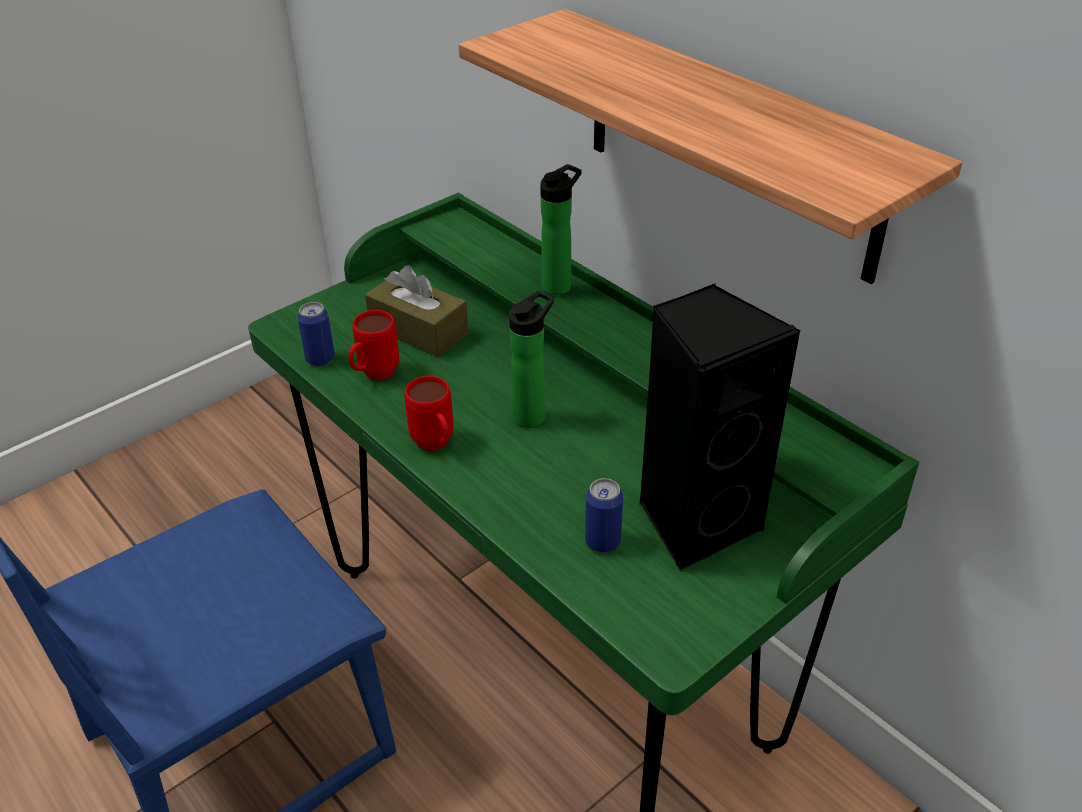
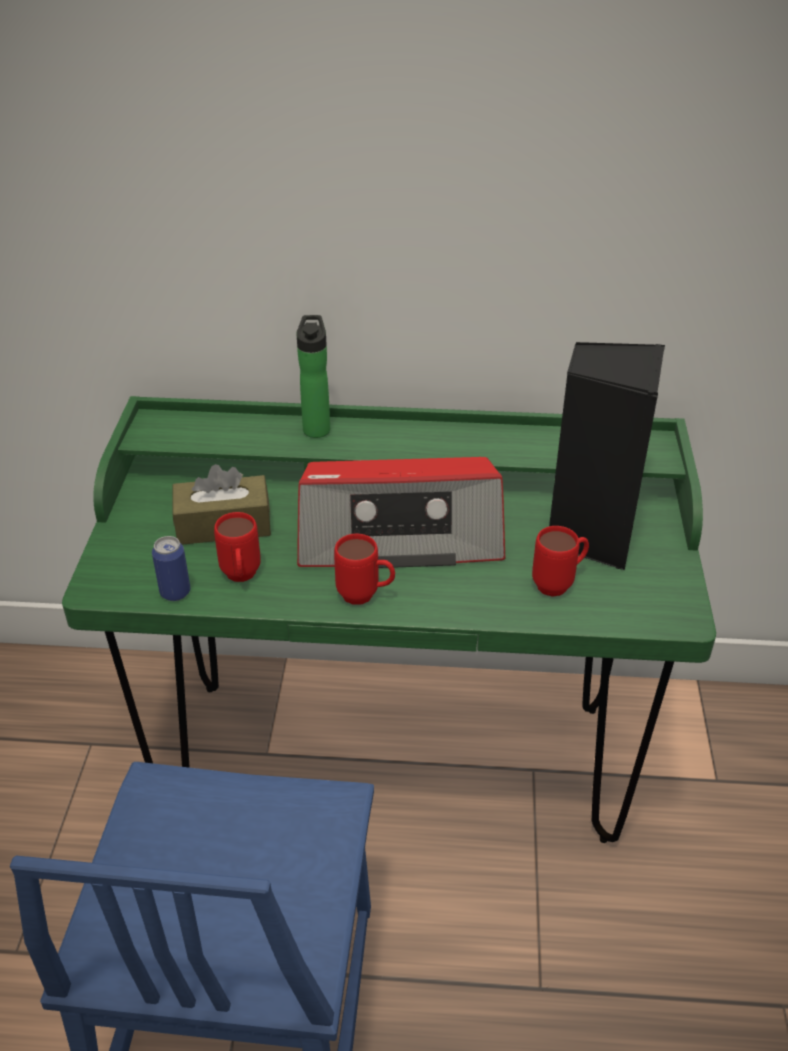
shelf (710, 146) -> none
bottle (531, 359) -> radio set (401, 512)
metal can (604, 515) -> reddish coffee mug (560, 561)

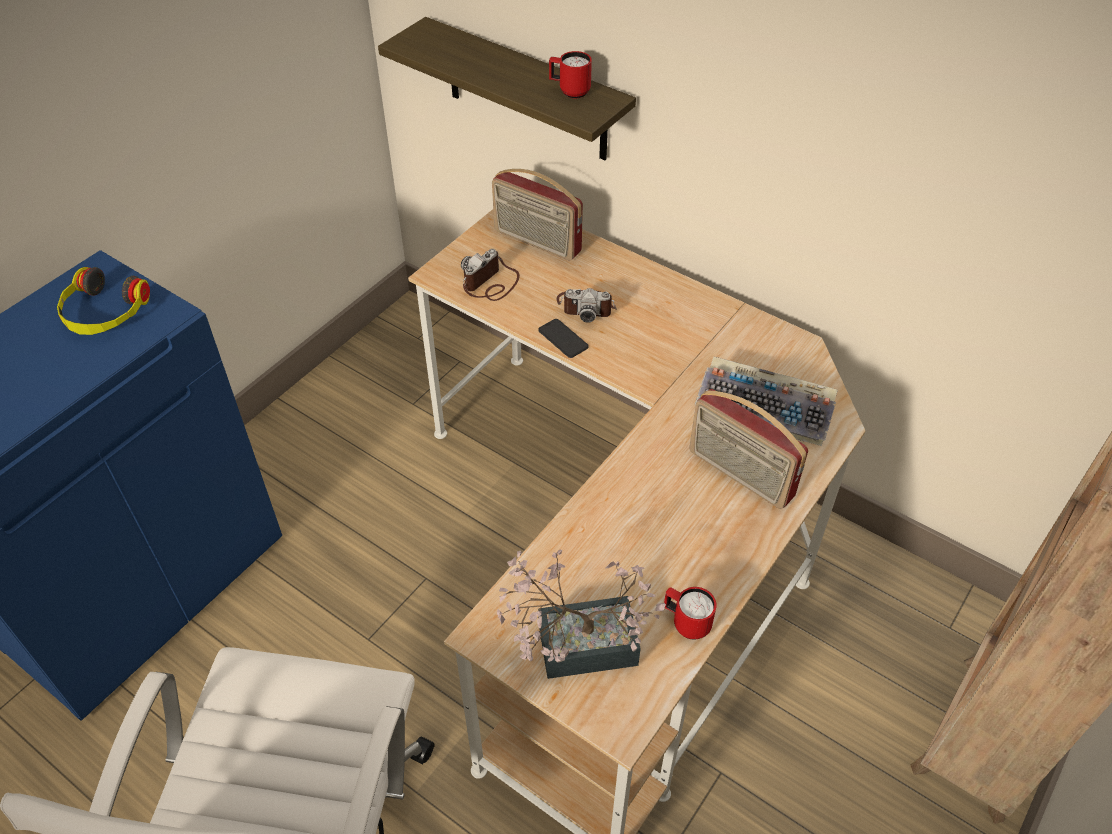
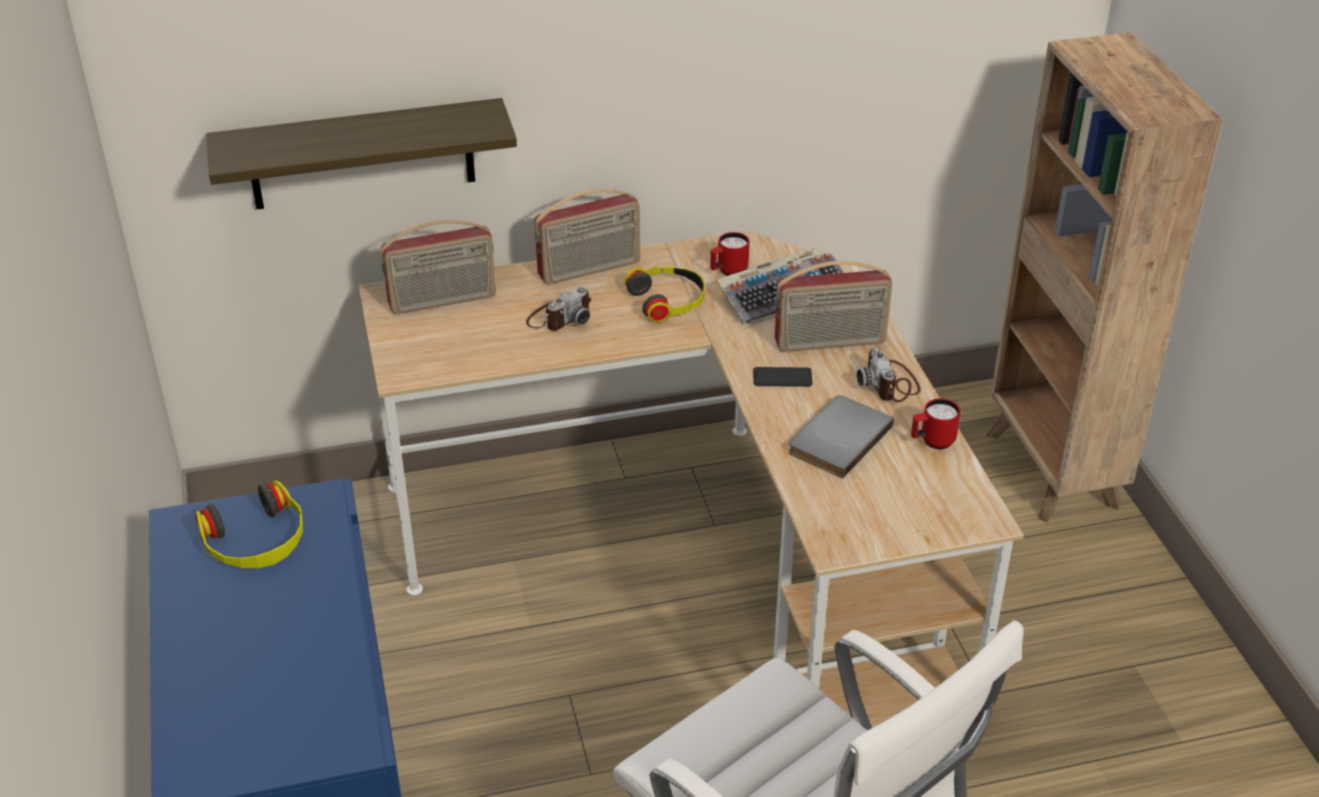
photo camera (490, 275) -> photo camera (889, 374), moved
potted plant (581, 614) -> none
telephone (563, 338) -> telephone (782, 377), moved
reddish coffee mug (570, 74) -> reddish coffee mug (729, 254), moved
none -> radio set (587, 237)
none -> pair of headphones (665, 295)
none -> grey volume (841, 437)

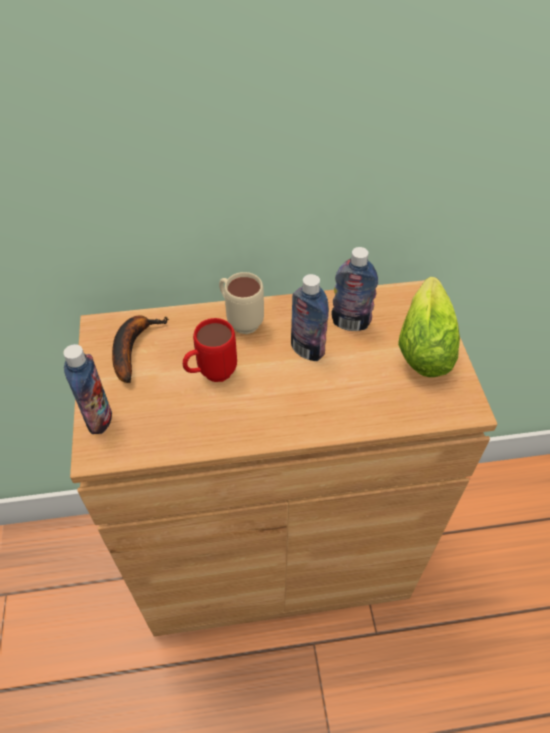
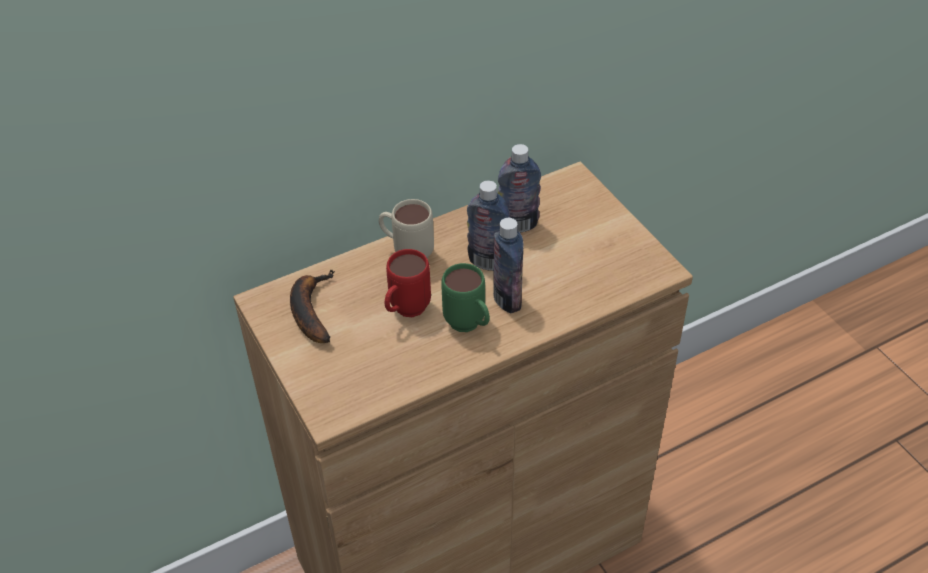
bottle (87, 389) -> bottle (508, 265), moved
head of lettuce (429, 327) -> none
none -> green-coloured coffee mug (465, 297)

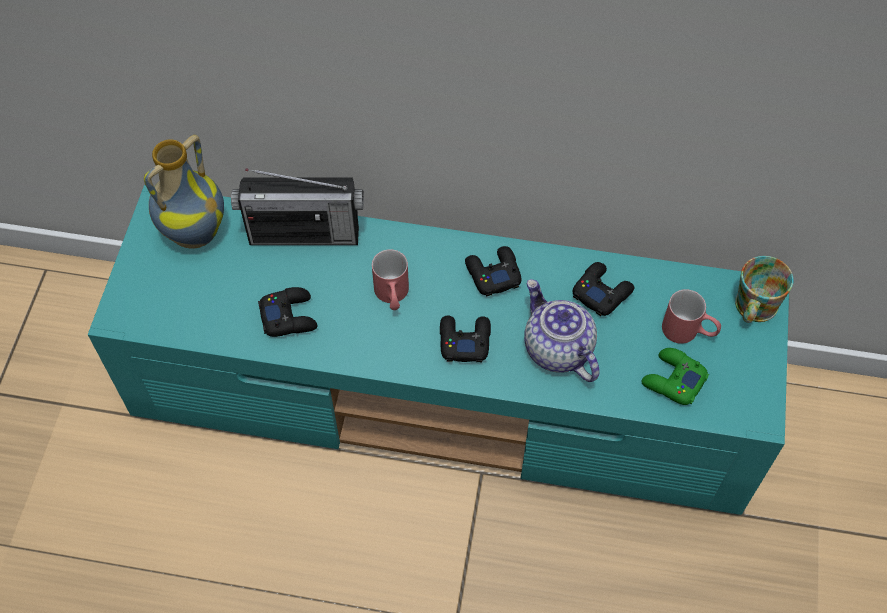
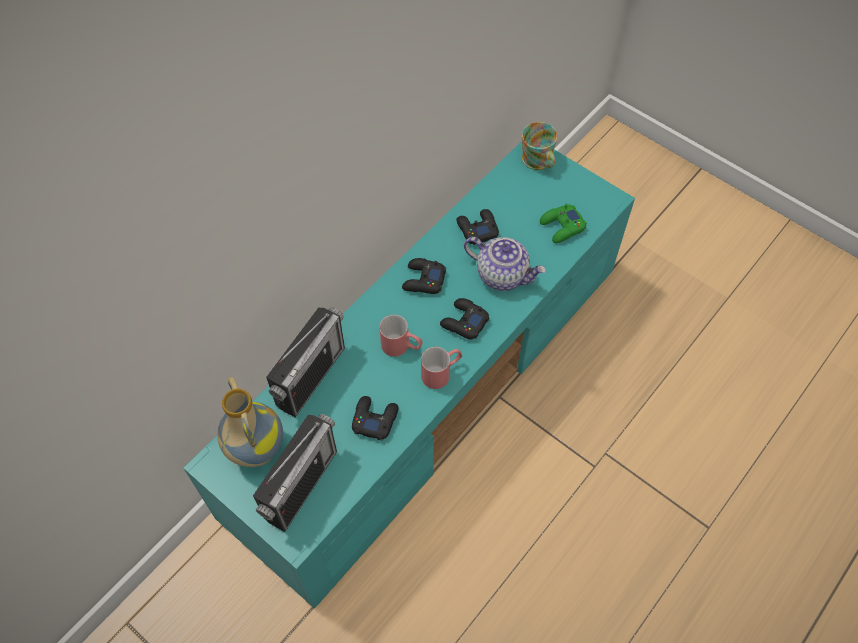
pot for tea (561, 330) -> pot for tea (505, 264), 150 degrees counterclockwise
reddish coffee mug (691, 316) -> reddish coffee mug (441, 368), moved
none -> radio set (295, 473)

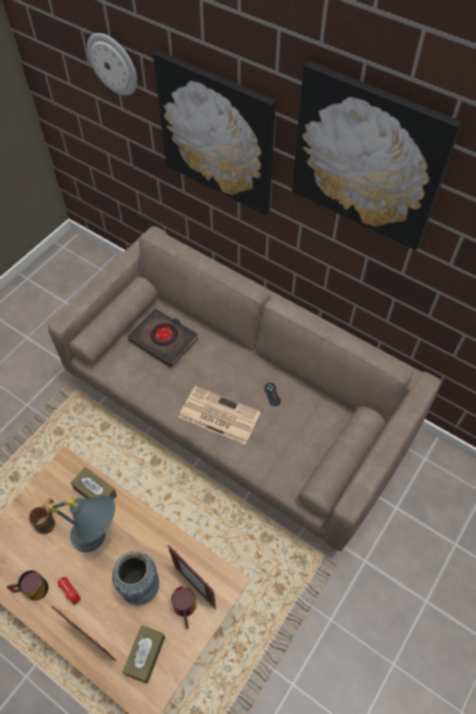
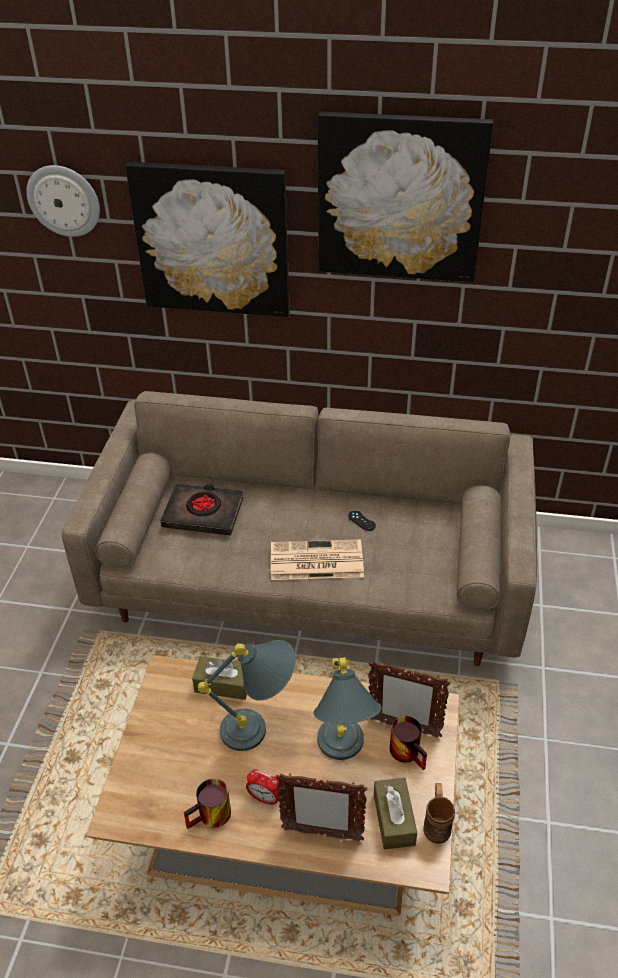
brown coffee mug (42, 516) -> brown coffee mug (439, 813), moved
flower vase (135, 578) -> grey tabletop lamp (347, 708)

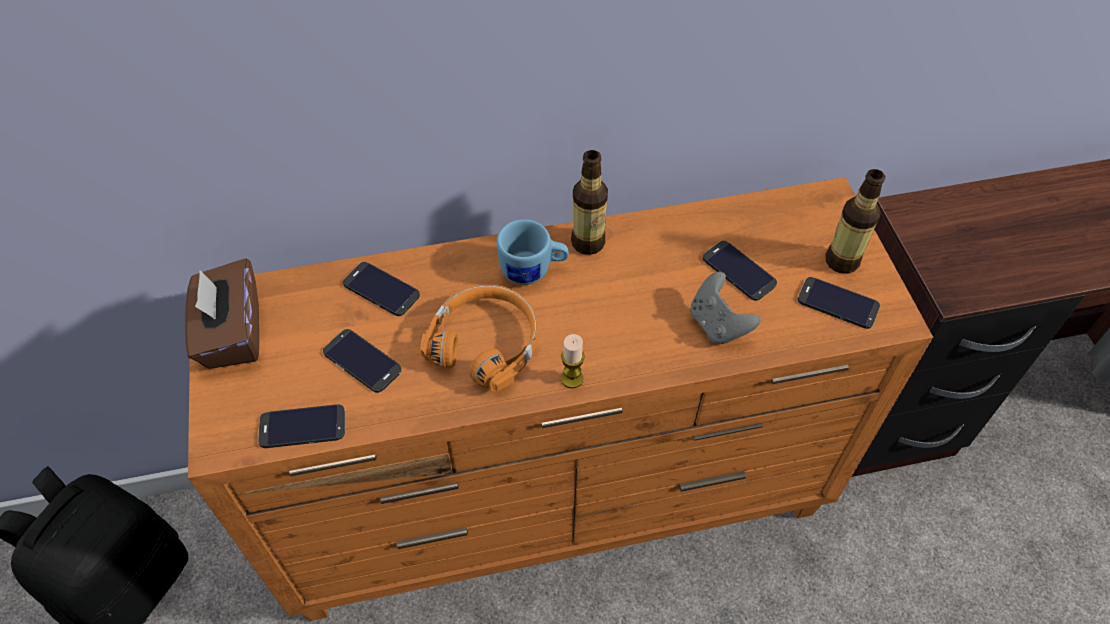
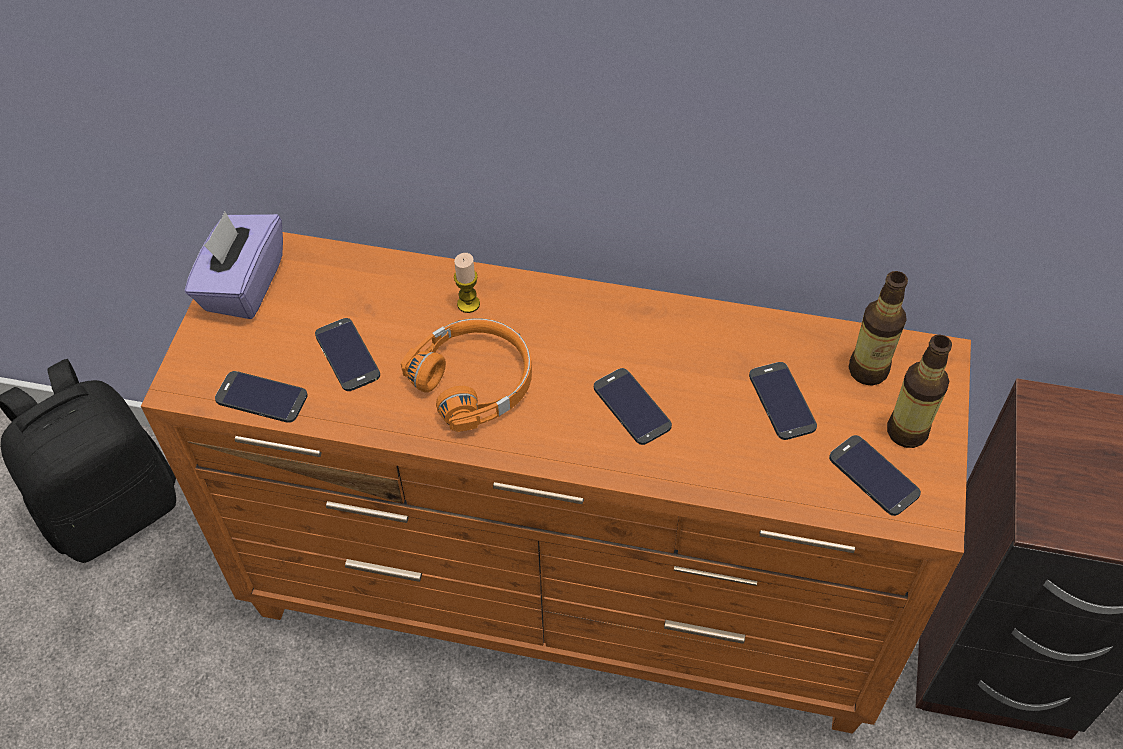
brown tissue box (222, 313) -> purplish tissue box (234, 265)
telephone (381, 289) -> telephone (633, 406), moved
blue coffee mug (532, 252) -> none
wax candle (573, 361) -> wax candle (467, 283), moved
bottle (589, 202) -> bottle (878, 328), moved
grey joypad (725, 308) -> none

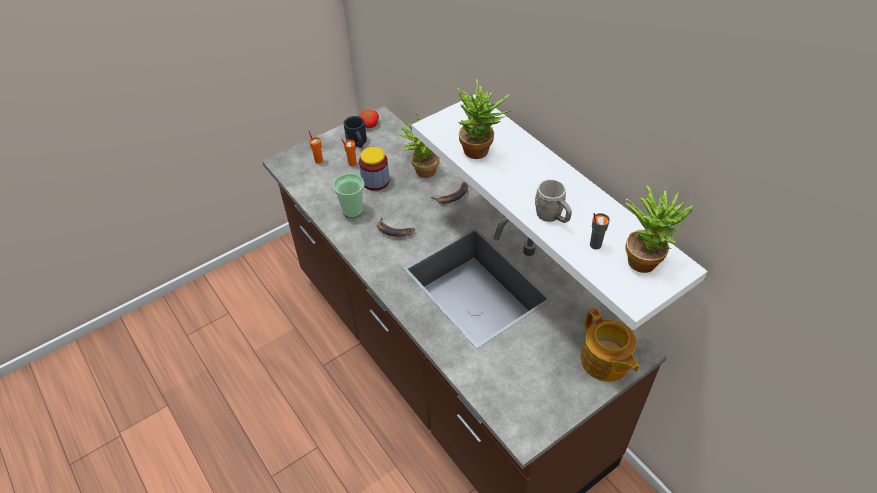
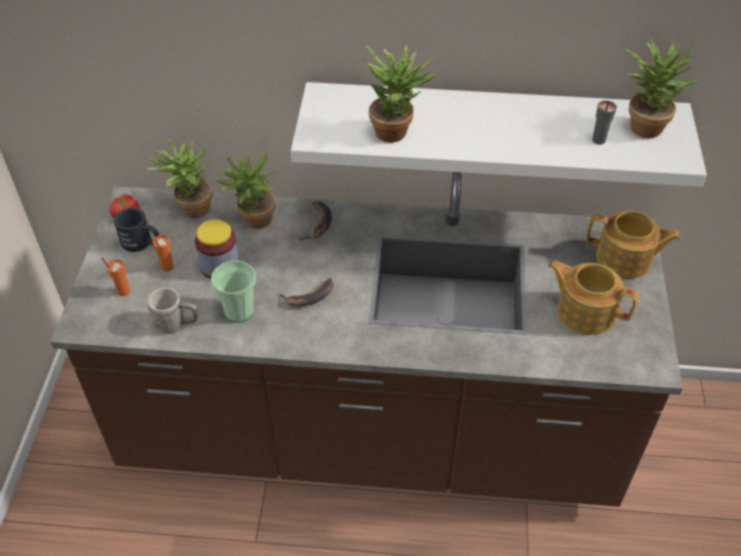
grey coffee mug (553, 201) -> grey coffee mug (173, 311), moved
none -> potted plant (180, 177)
none -> pot for tea (593, 298)

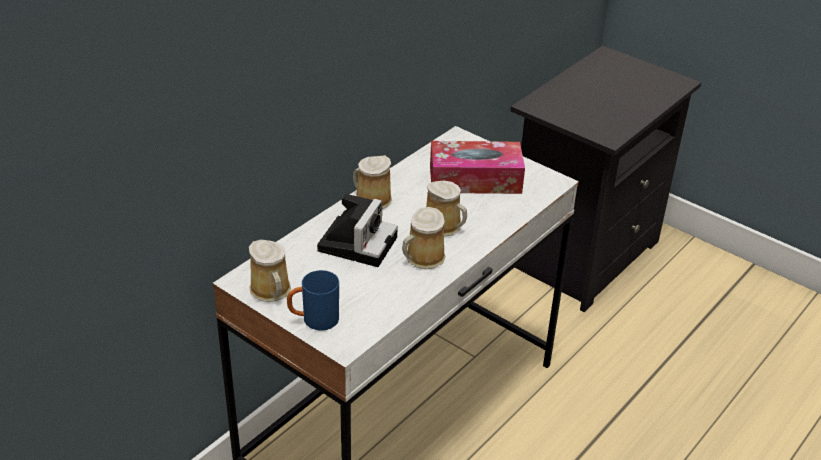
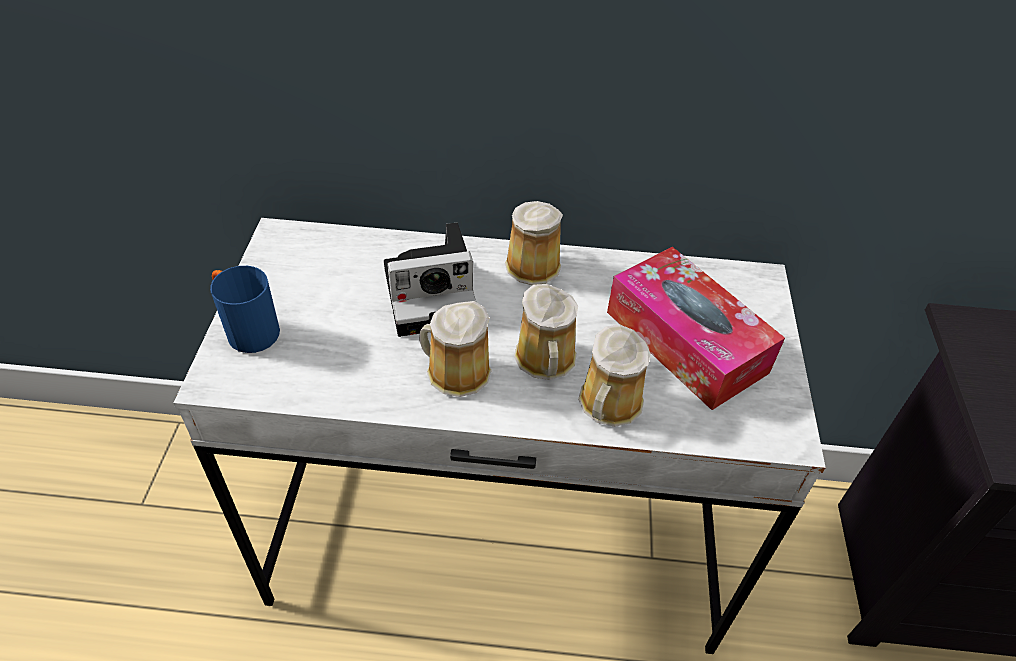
coffee mug (270, 271) -> coffee mug (614, 375), moved

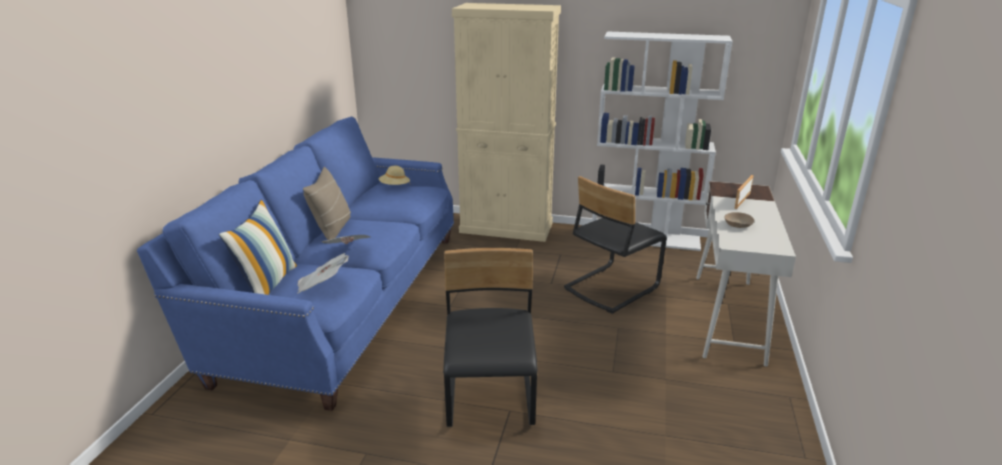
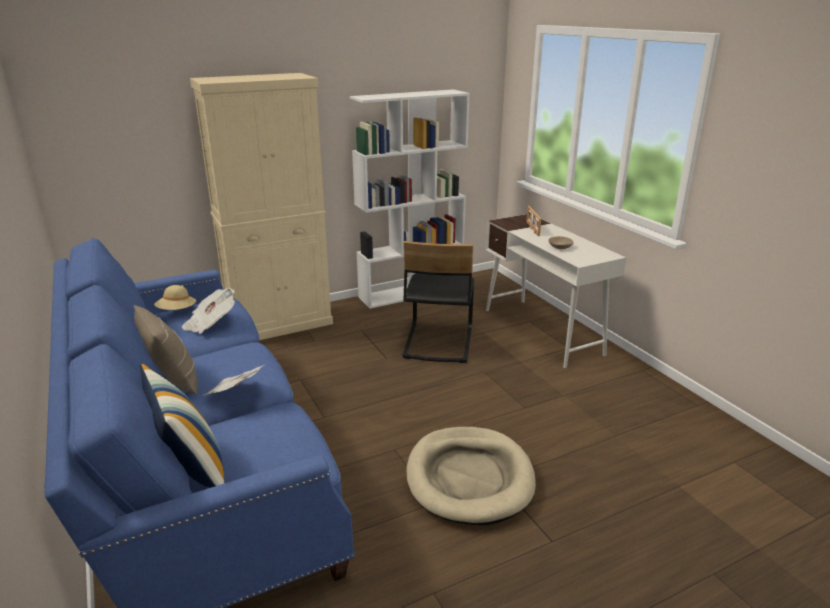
newspaper (323, 273) -> newspaper (208, 310), moved
black-coloured plain chair (490, 337) -> beige pet bed (471, 476)

